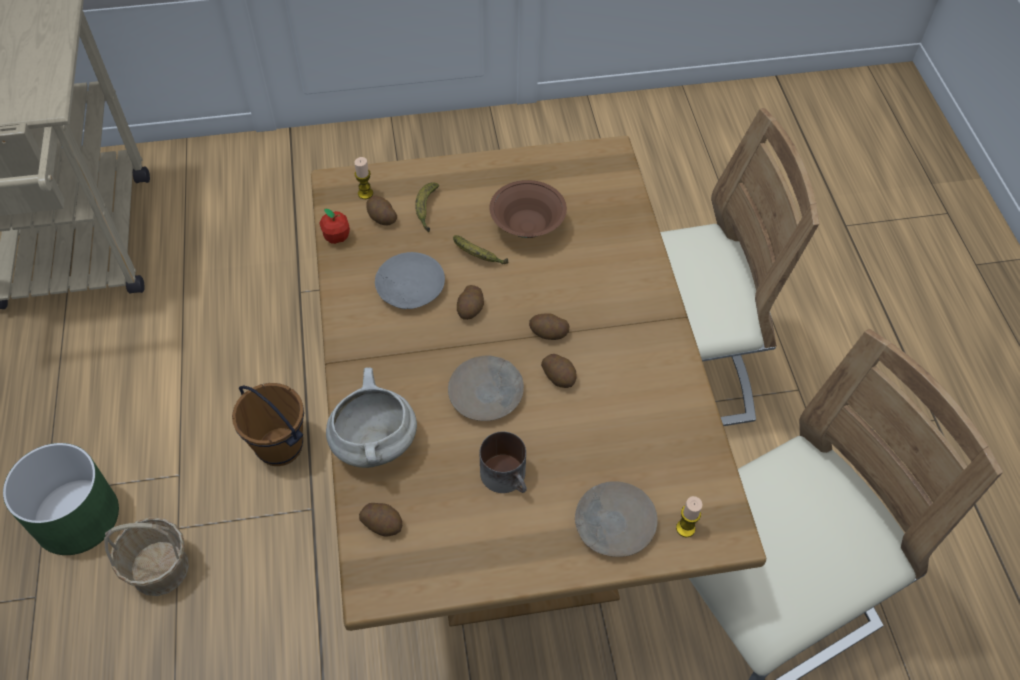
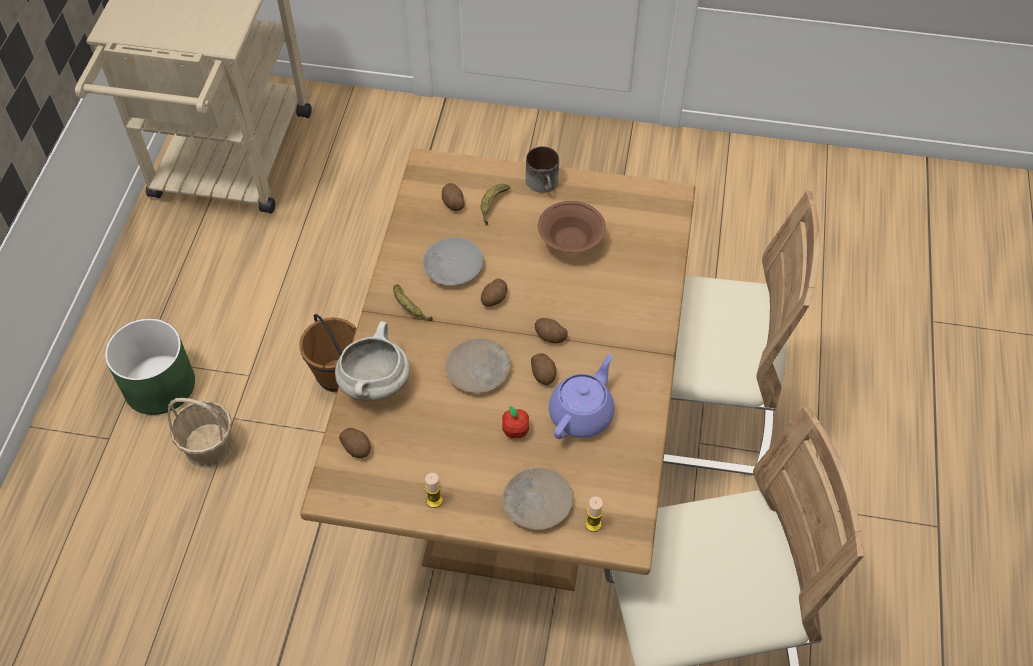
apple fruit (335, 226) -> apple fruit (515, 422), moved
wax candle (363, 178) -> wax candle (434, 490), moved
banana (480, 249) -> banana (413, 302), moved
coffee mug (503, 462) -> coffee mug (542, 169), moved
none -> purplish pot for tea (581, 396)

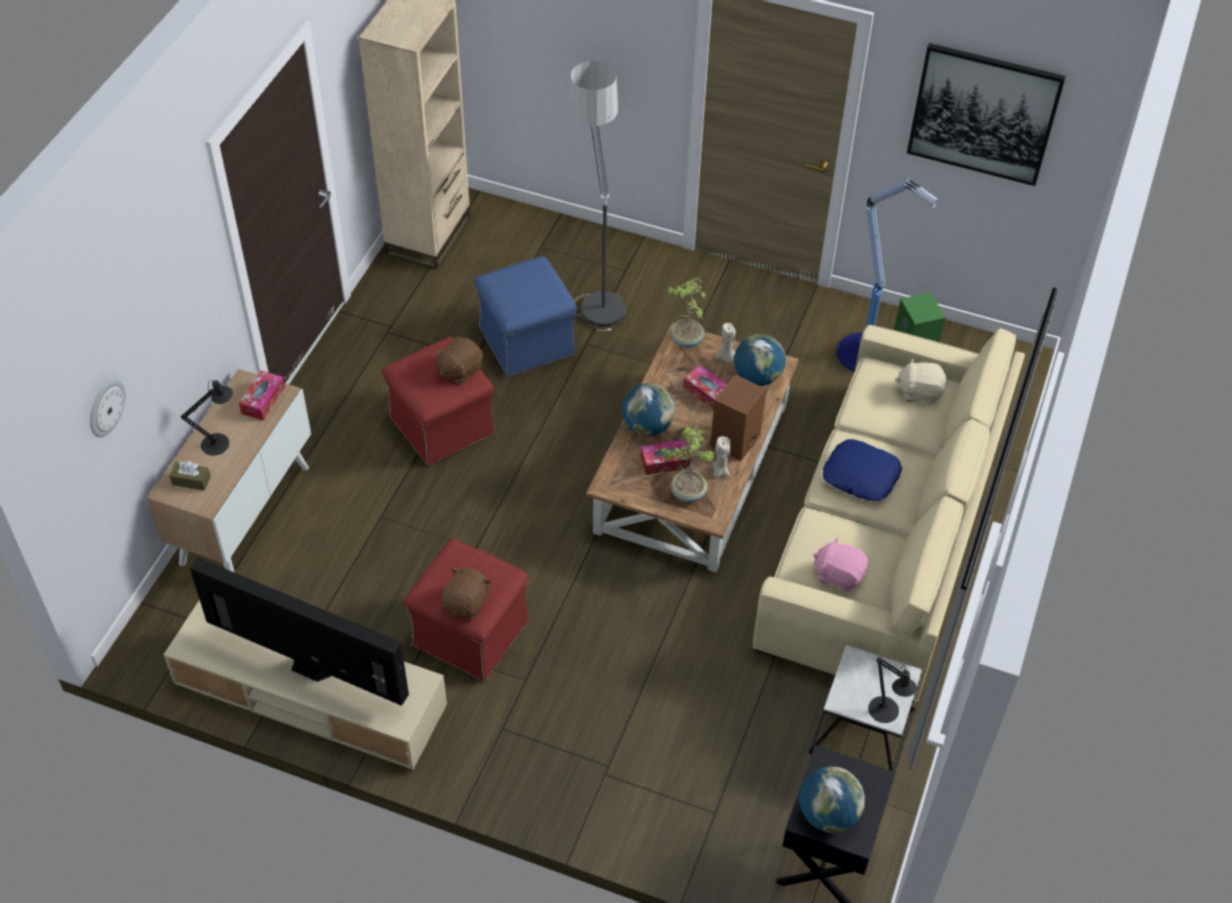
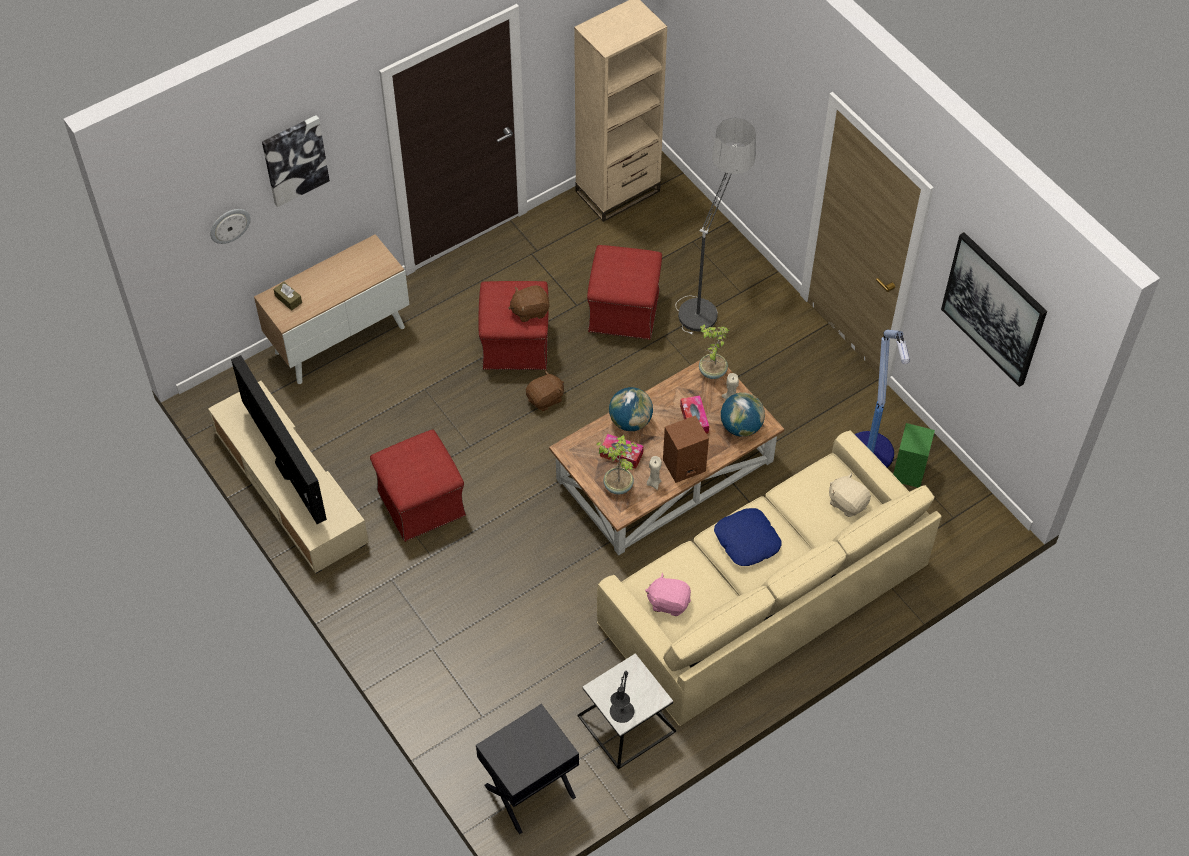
black-coloured tabletop lamp (207, 417) -> none
tissue box (262, 396) -> none
brown plush toy (466, 593) -> brown plush toy (545, 390), moved
blue pouffe (525, 316) -> reddish pouffe (624, 292)
desk globe (832, 799) -> none
pink-coloured plush toy (840, 564) -> pink-coloured plush toy (668, 594), 45 degrees counterclockwise
none -> wall picture (296, 161)

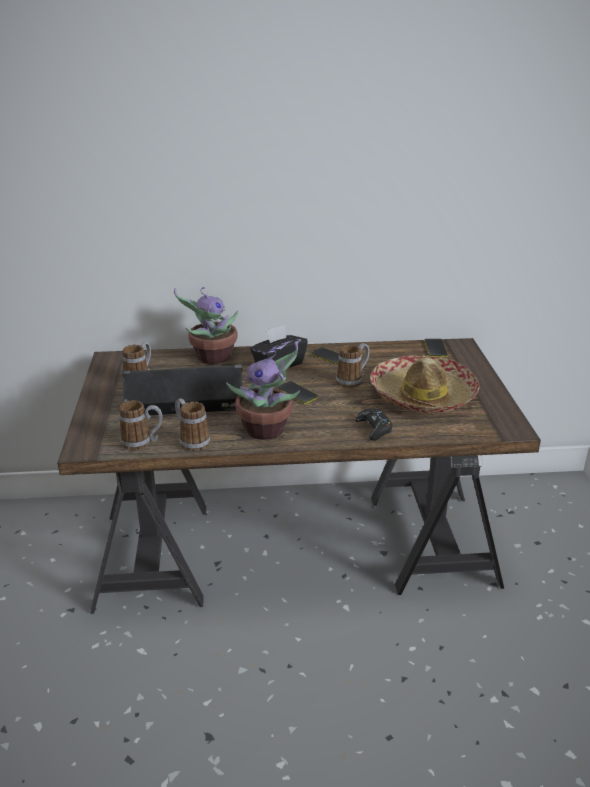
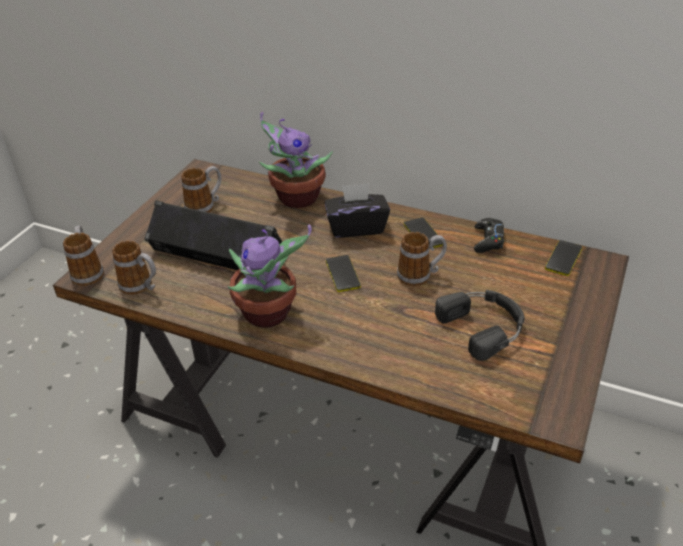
coffee mug (192, 424) -> coffee mug (83, 256), moved
black-coloured joypad (374, 424) -> black-coloured joypad (489, 235), moved
wearable hat (425, 384) -> black-coloured pair of headphones (480, 325)

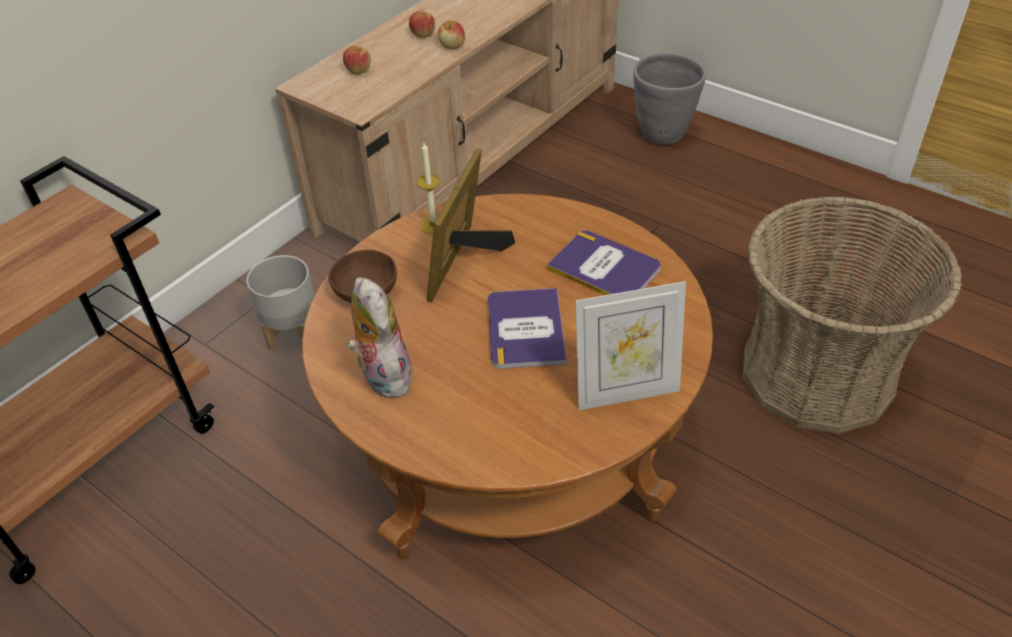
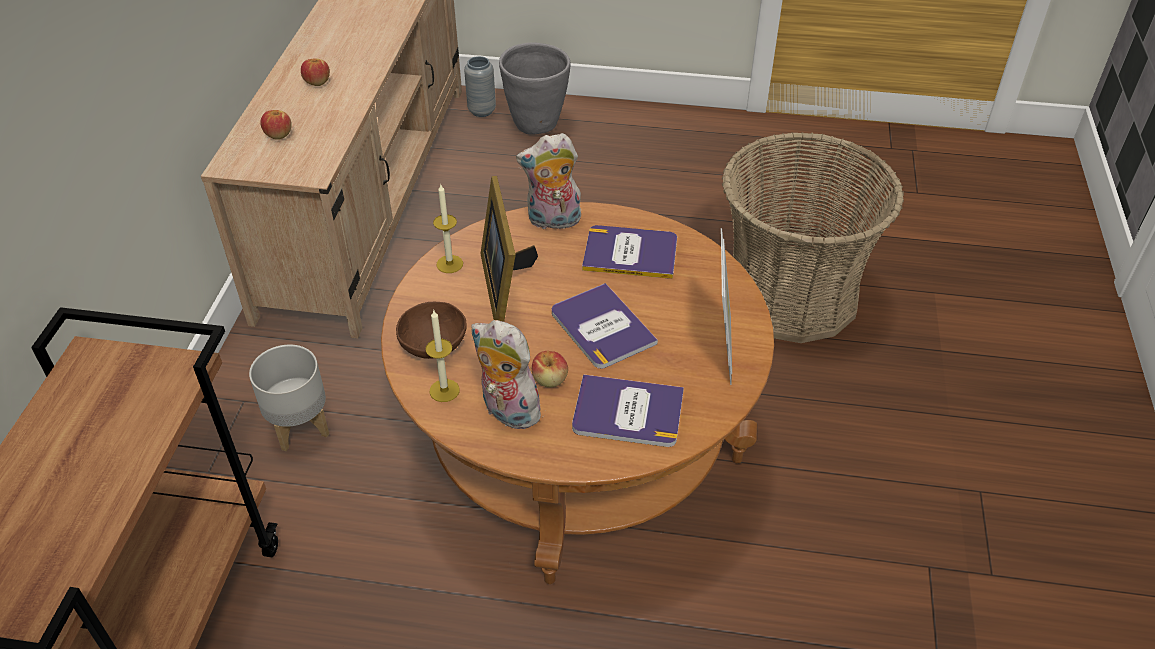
apple fruit (451, 35) -> apple fruit (550, 369), moved
standing frame (630, 345) -> standing frame (726, 306), 45 degrees counterclockwise
none -> wax candle (443, 356)
none -> grey flower vase (480, 86)
none -> plush toy (548, 181)
none -> volume (628, 410)

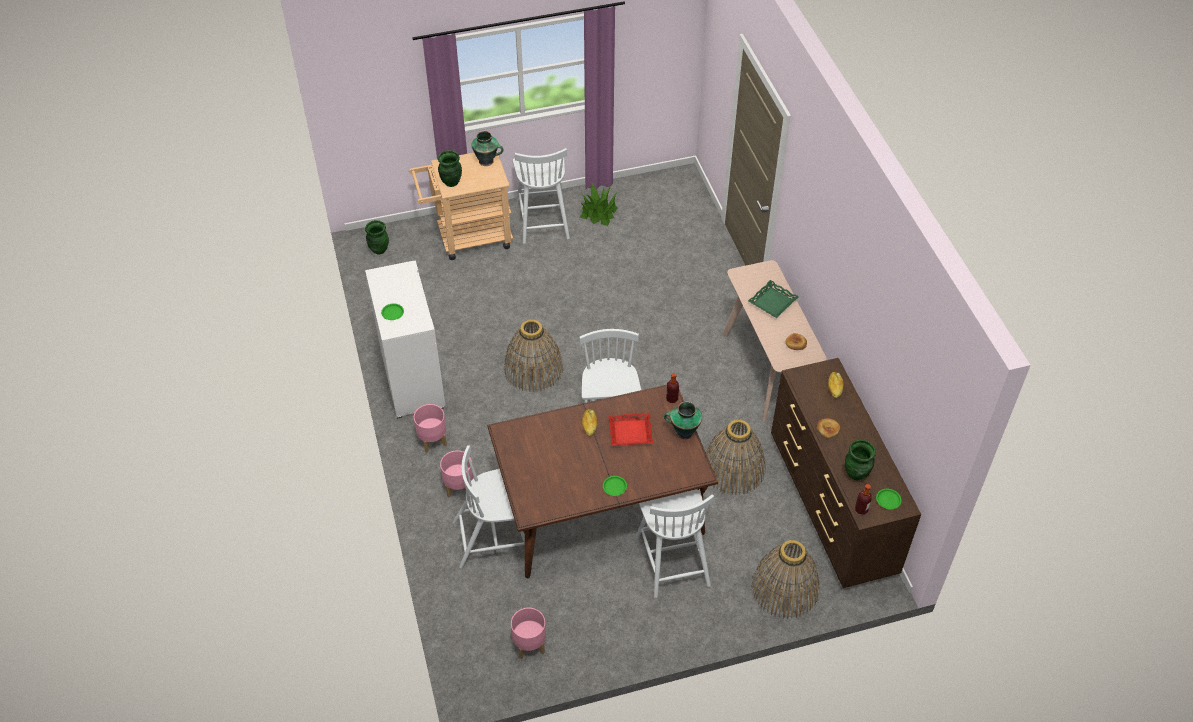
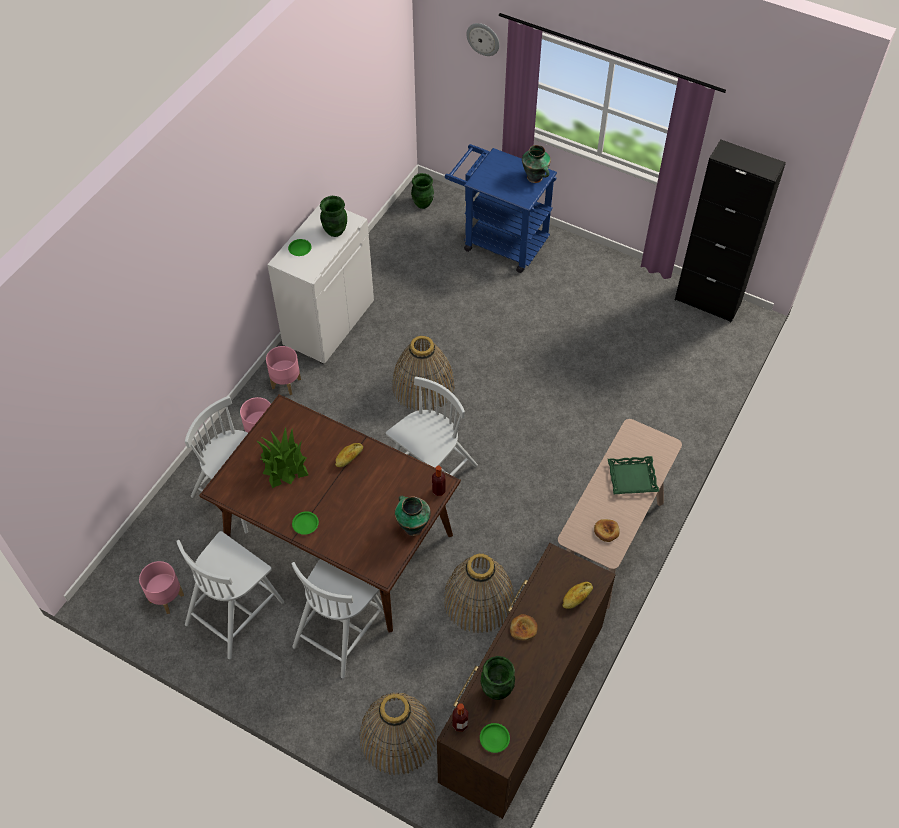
beige cart (461, 206) -> blue cart (501, 208)
green-coloured flower vase (450, 168) -> green-coloured flower vase (333, 216), moved
whitish plain chair (541, 196) -> whitish plain chair (230, 595), moved
potted plant (599, 204) -> potted plant (282, 457), moved
reddish carrying tray (630, 429) -> none
none -> hanging clock (482, 39)
none -> black-coloured cabinet (730, 231)

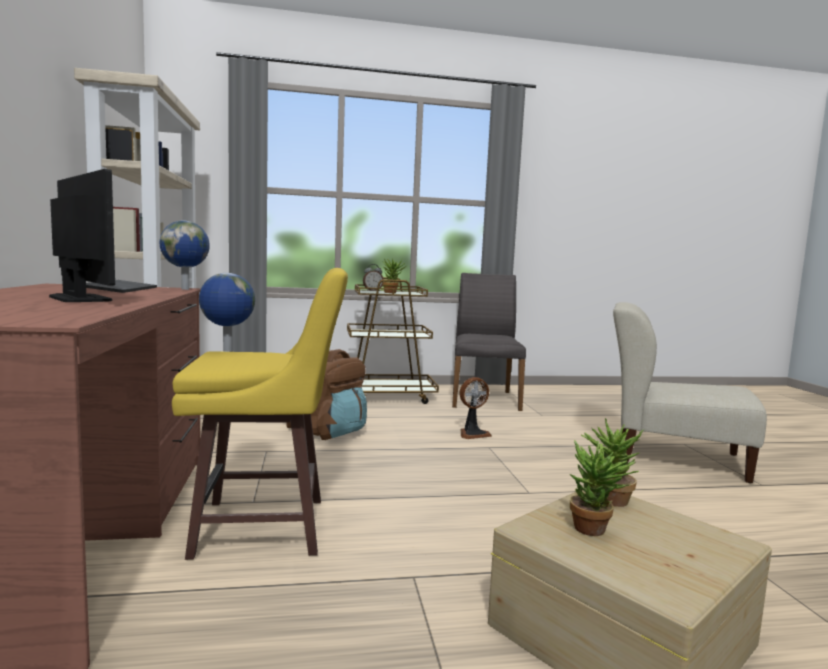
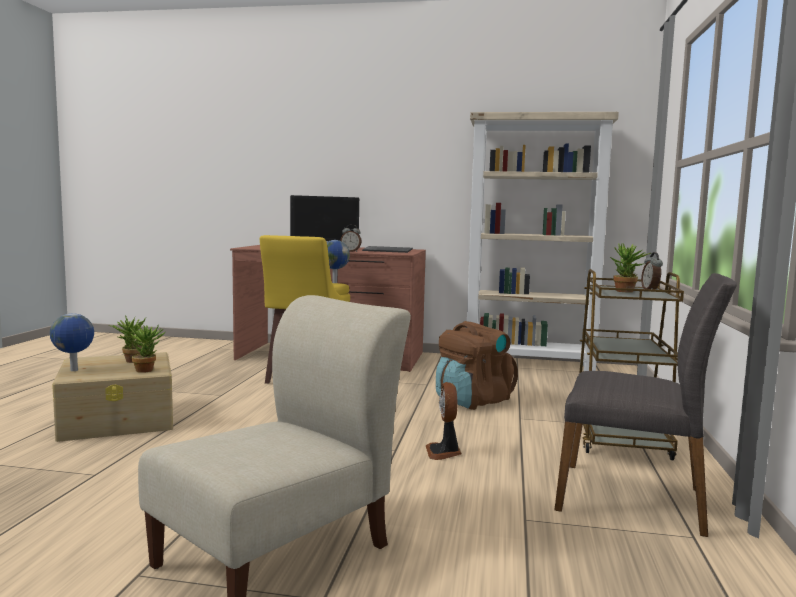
desk globe (185, 255) -> desk globe (72, 342), moved
none -> alarm clock (351, 238)

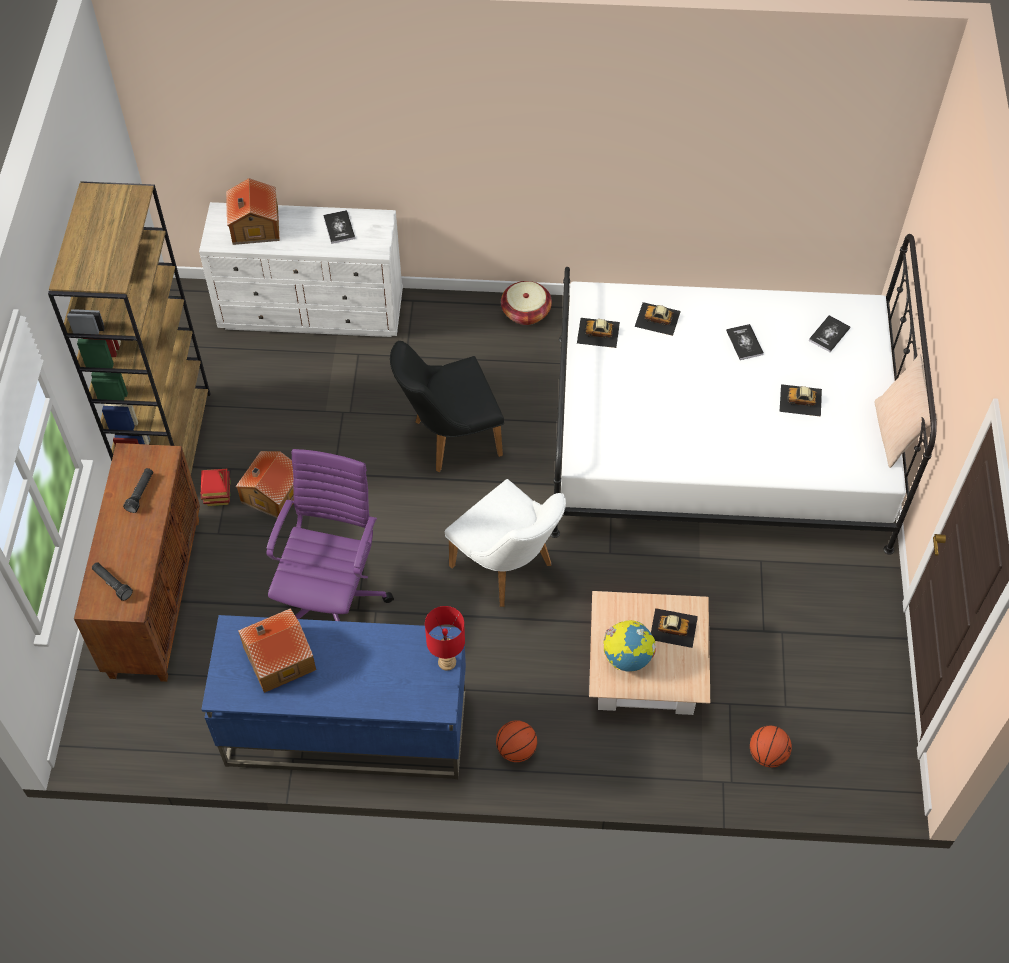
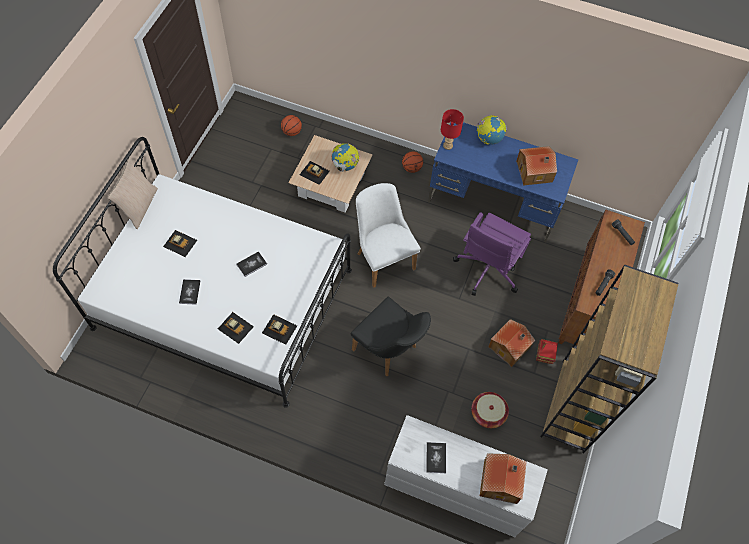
black-coloured plain chair (447, 406) -> black-coloured plain chair (391, 336), 45 degrees clockwise
storage basket (526, 303) -> storage basket (490, 410), moved
volume (830, 333) -> volume (251, 264), moved
none -> desk globe (492, 130)

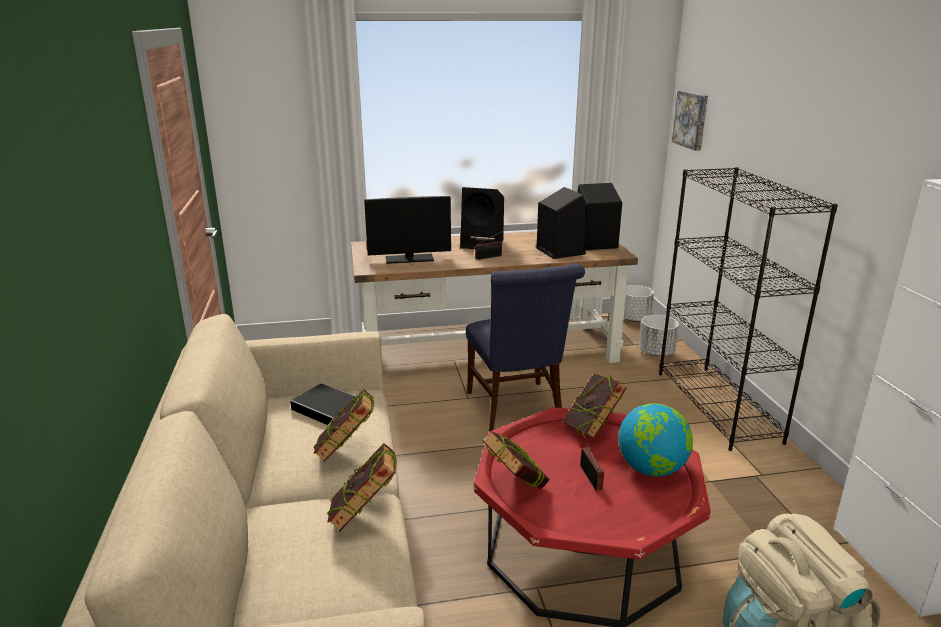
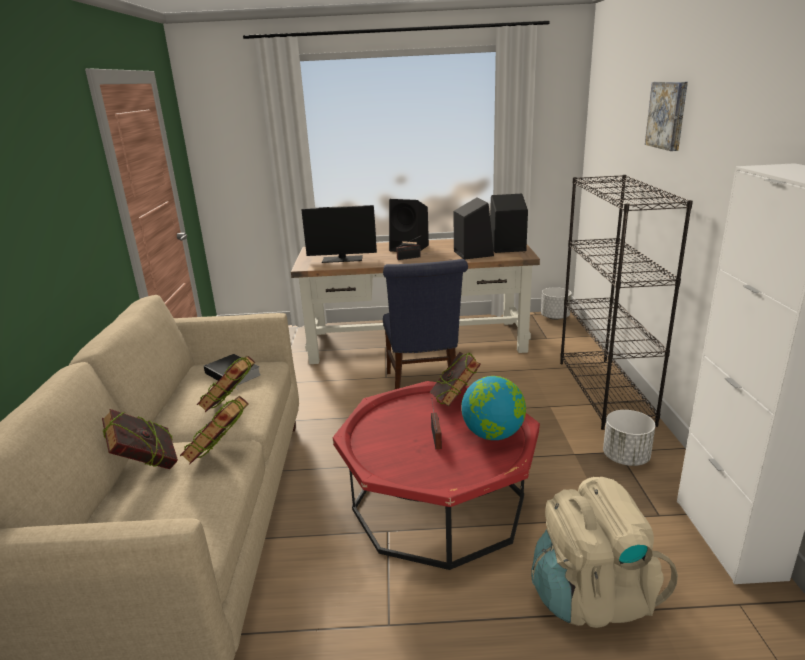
volume (516, 460) -> volume (140, 439), moved
whitish flower pot (659, 335) -> whitish flower pot (629, 438), moved
wall picture (690, 121) -> wall picture (666, 116), moved

